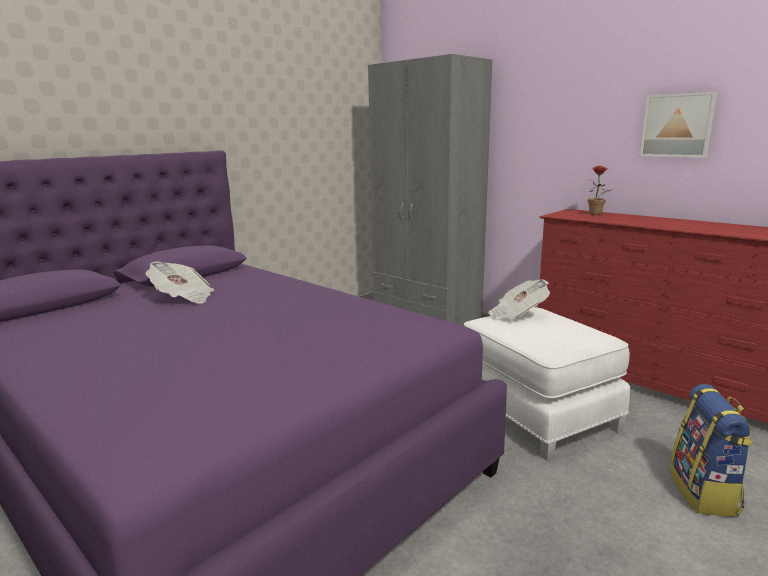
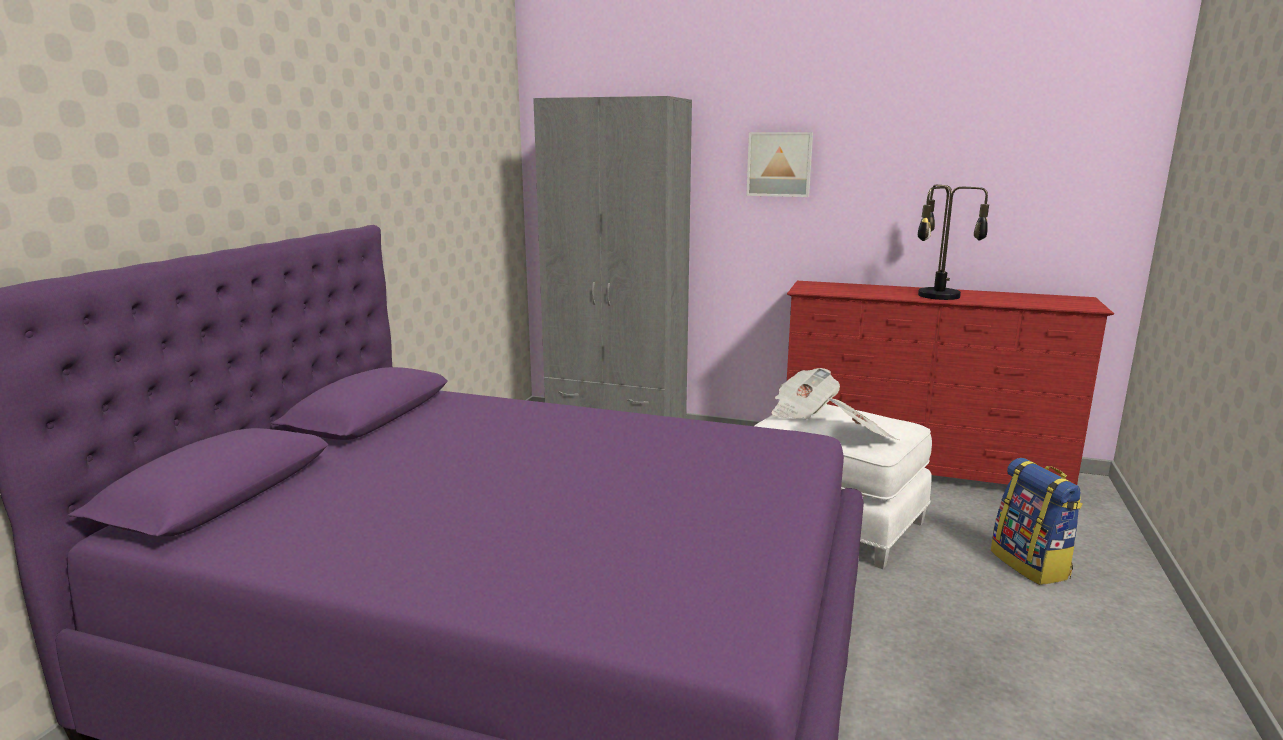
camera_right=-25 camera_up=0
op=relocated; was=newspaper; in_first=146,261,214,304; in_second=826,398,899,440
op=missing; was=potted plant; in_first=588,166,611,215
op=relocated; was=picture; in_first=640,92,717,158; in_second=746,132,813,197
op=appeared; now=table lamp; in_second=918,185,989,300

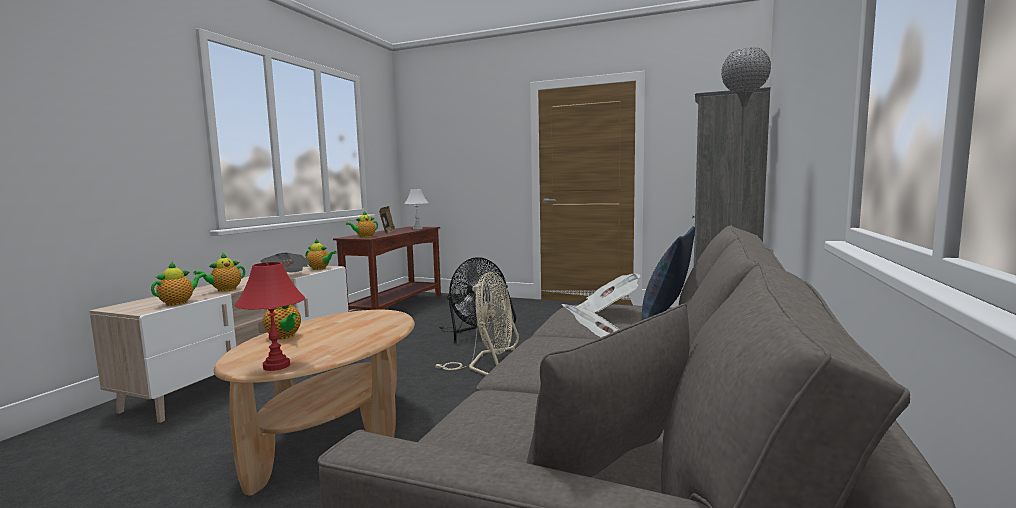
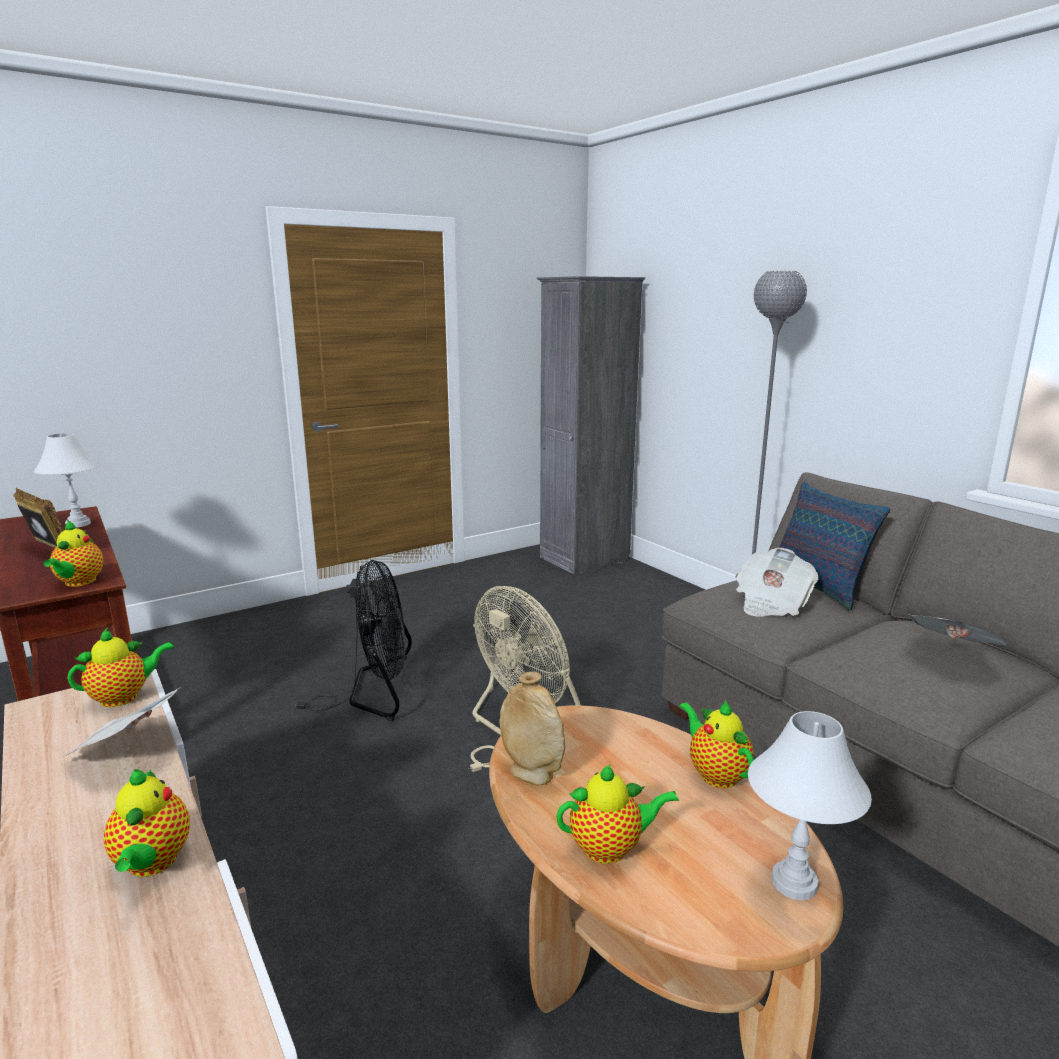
camera_right=-55 camera_up=10
op=relocated; was=teapot; in_first=151,262,206,306; in_second=679,700,754,788
op=colour; was=table lamp in red; now=table lamp in white; in_first=235,262,305,371; in_second=748,711,872,900
op=appeared; now=vase in beige; in_second=499,671,565,785

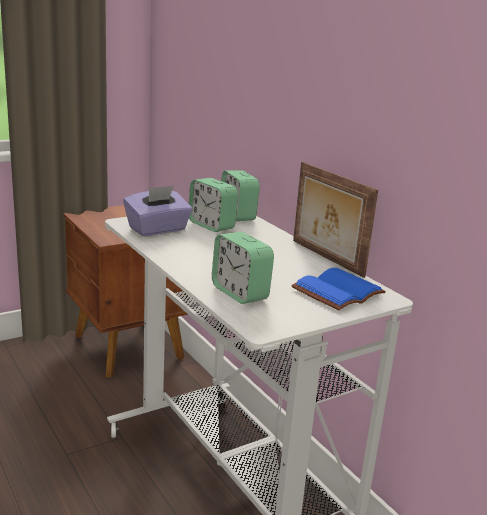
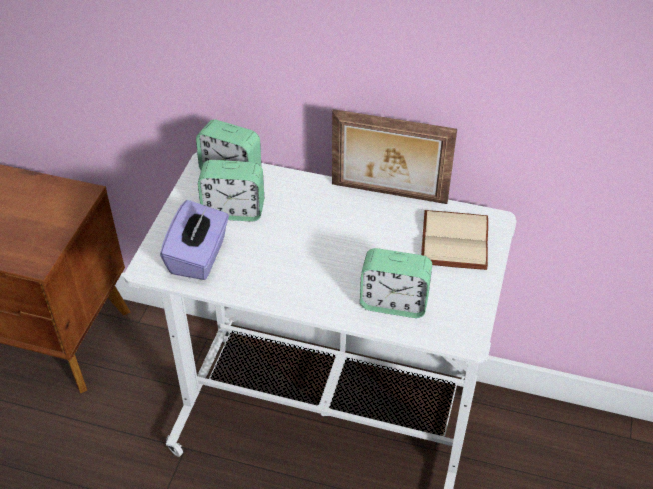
camera_right=-40 camera_up=25
op=colour; was=book in blue; now=book in beige; in_first=291,268,386,310; in_second=421,210,488,270

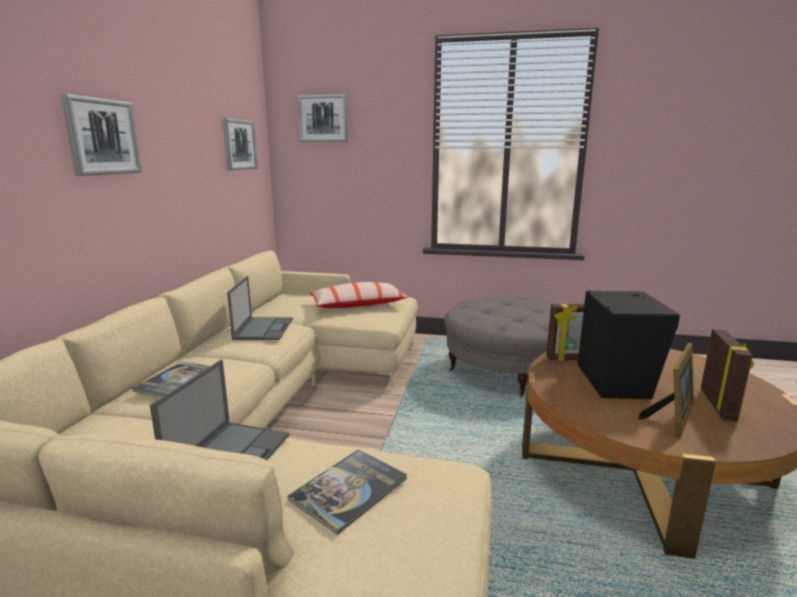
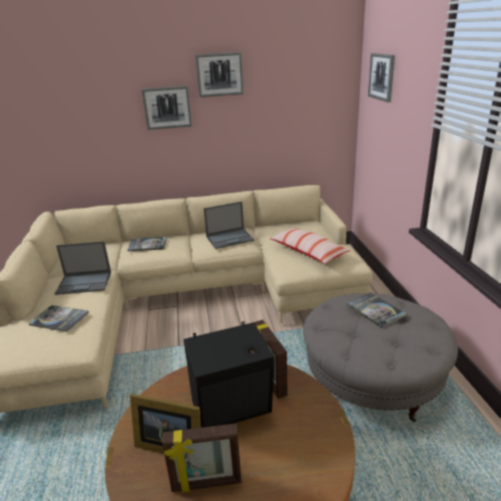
camera_right=70 camera_up=10
op=relocated; was=picture; in_first=222,118,258,171; in_second=195,52,244,97
op=appeared; now=book; in_second=347,292,407,328

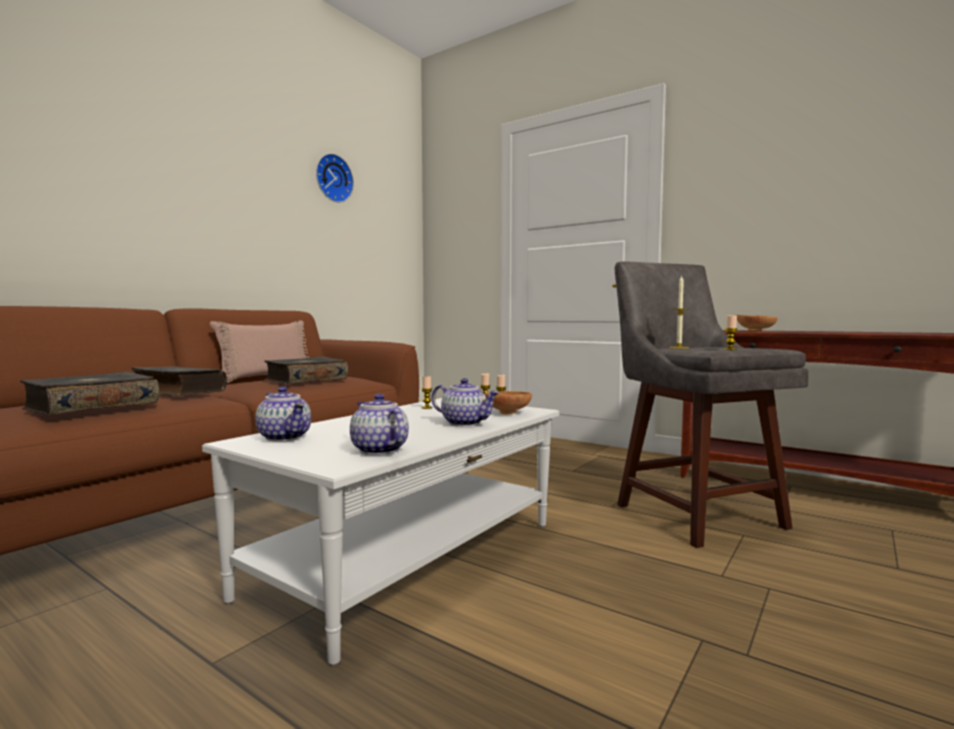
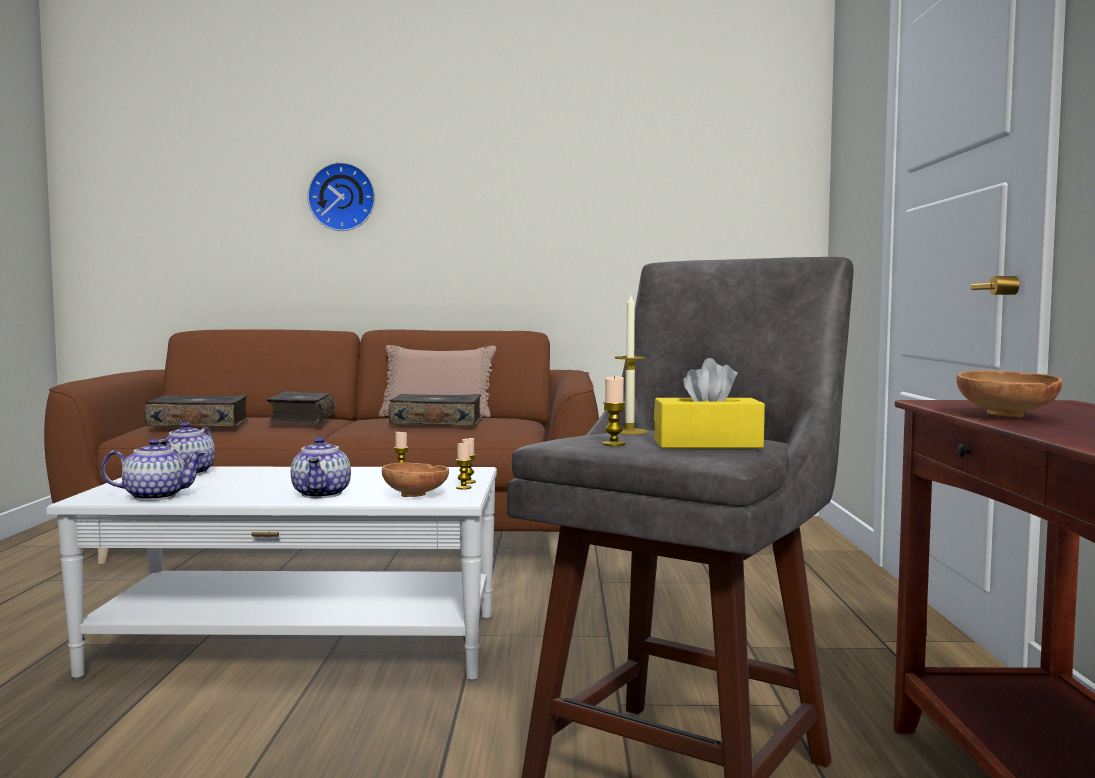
camera_right=55 camera_up=0
op=relocated; was=wall clock; in_first=316,153,354,203; in_second=307,162,375,231
op=spun; was=teapot; in_first=350,394,409,455; in_second=101,439,206,501; clockwise=60
op=appeared; now=tissue box in yellow; in_second=654,358,765,448

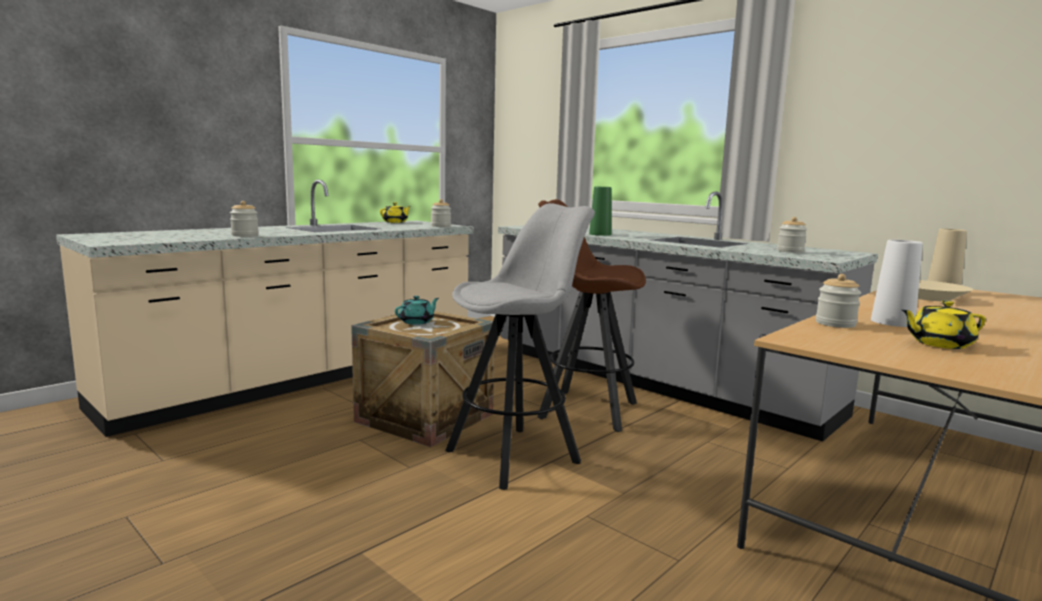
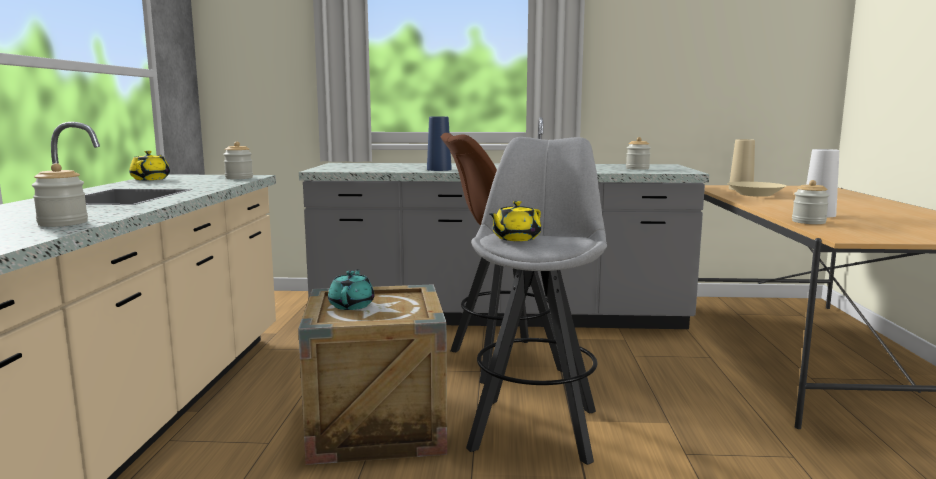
camera_right=-40 camera_up=0
op=colour; was=vase in green; now=vase in blue; in_first=589,187,612,236; in_second=427,116,452,171
op=relocated; was=teapot in yellow; in_first=901,301,986,349; in_second=490,201,541,241

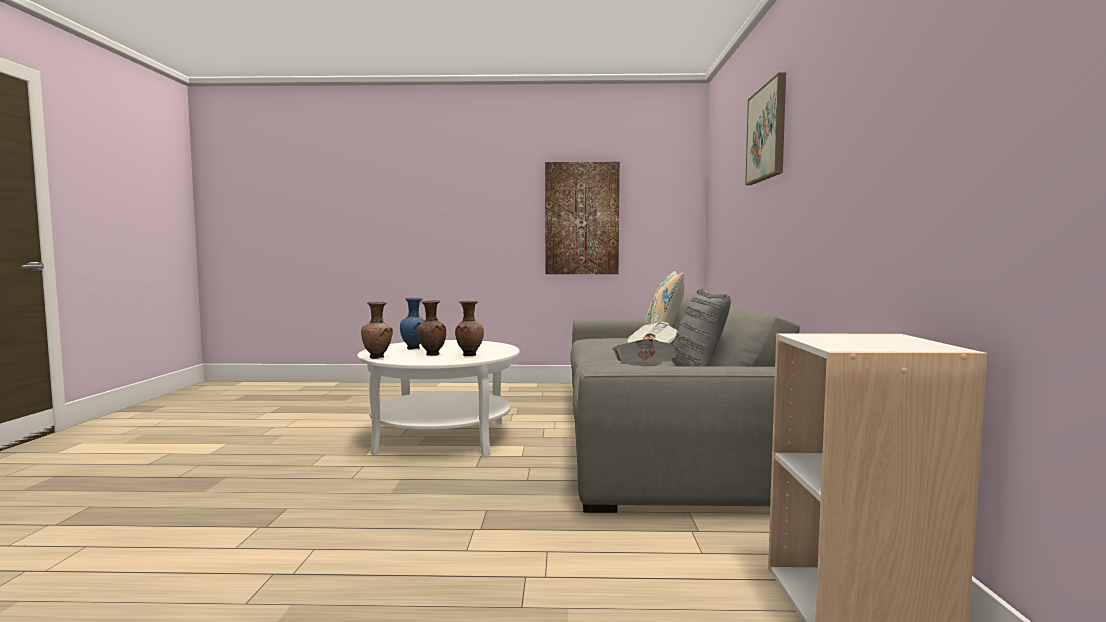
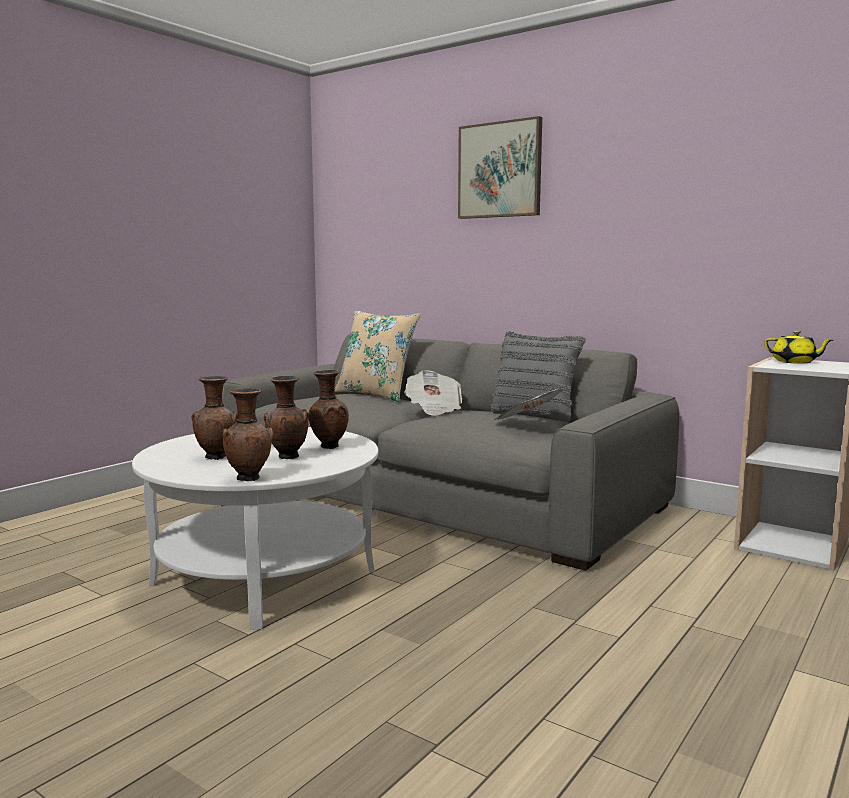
camera_right=-55 camera_up=5
op=colour; was=vase in blue; now=vase in brown; in_first=400,298,424,350; in_second=191,376,238,460
op=missing; was=picture; in_first=545,162,620,274
op=appeared; now=teapot in yellow; in_second=764,331,833,364

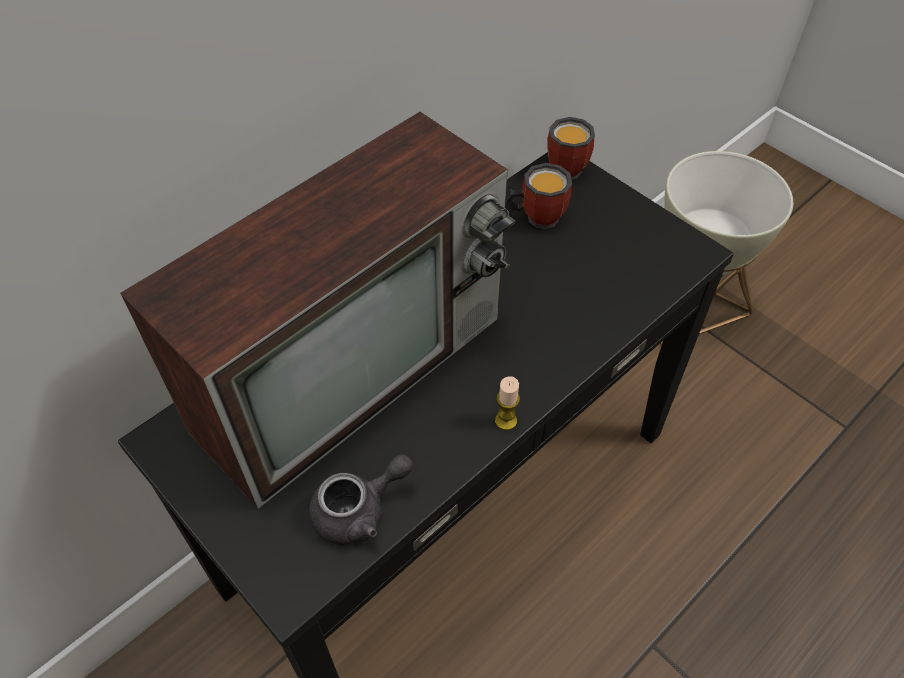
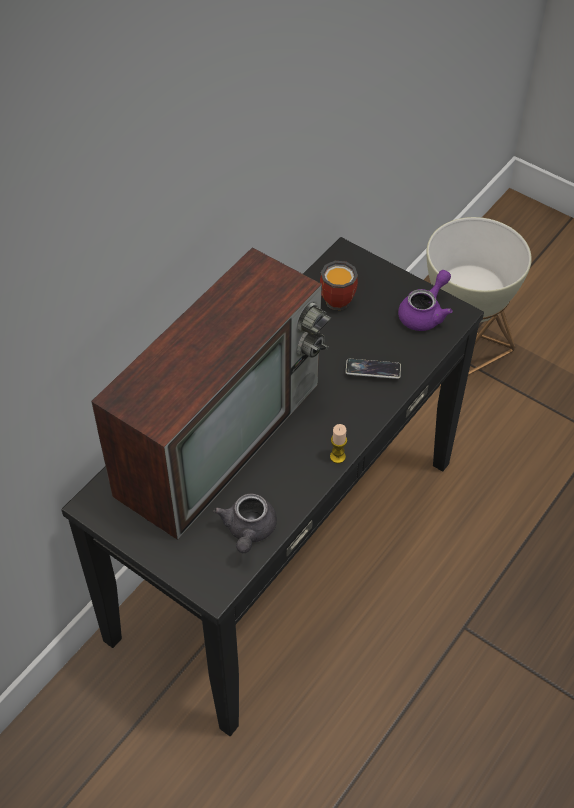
camera_right=-10 camera_up=0
op=spun; was=teapot in grey; in_first=309,454,413,545; in_second=213,494,277,553; clockwise=135
op=missing; was=mug; in_first=547,117,595,180
op=appeared; now=phone; in_second=346,359,401,379
op=appeared; now=teapot in purple; in_second=398,270,453,331

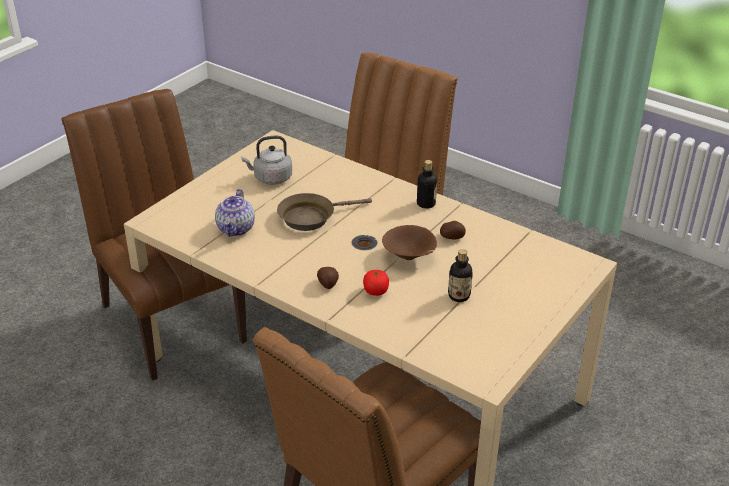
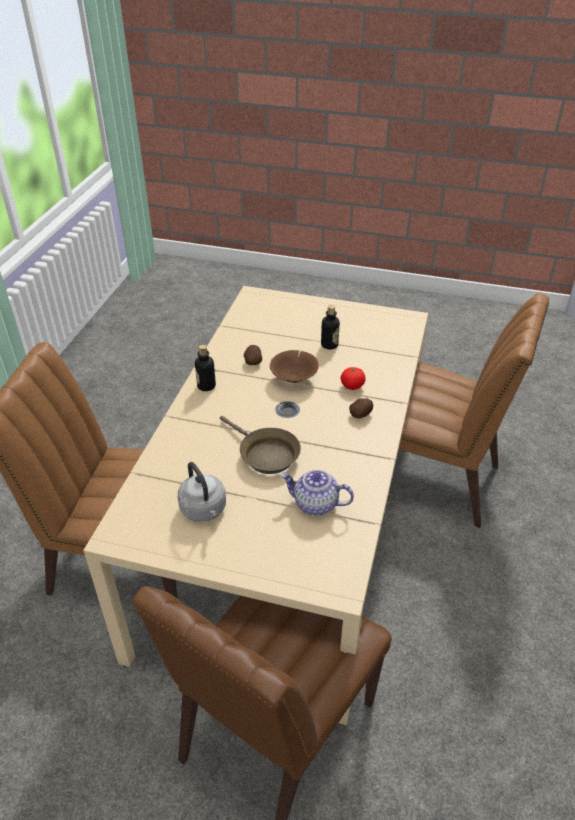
camera_right=-110 camera_up=5
op=spun; was=teapot; in_first=215,189,255,237; in_second=281,470,354,516; clockwise=-150

